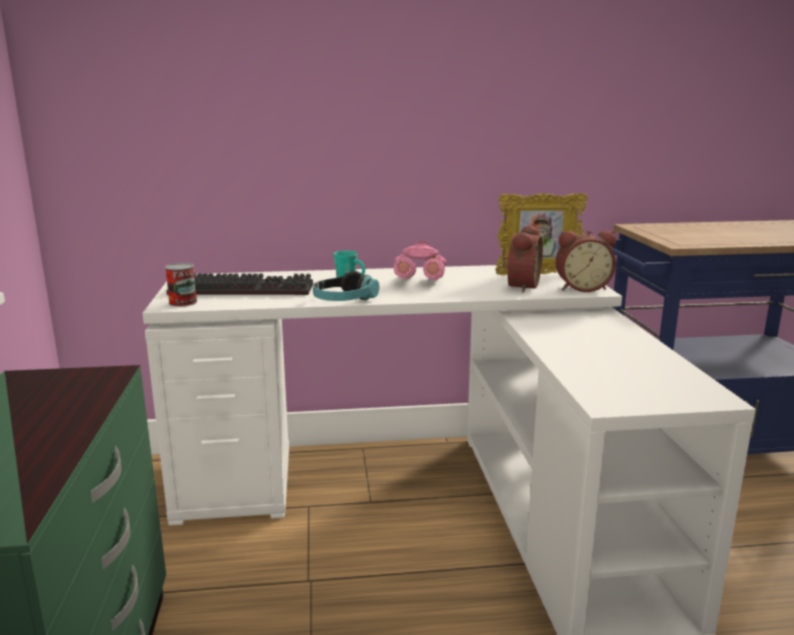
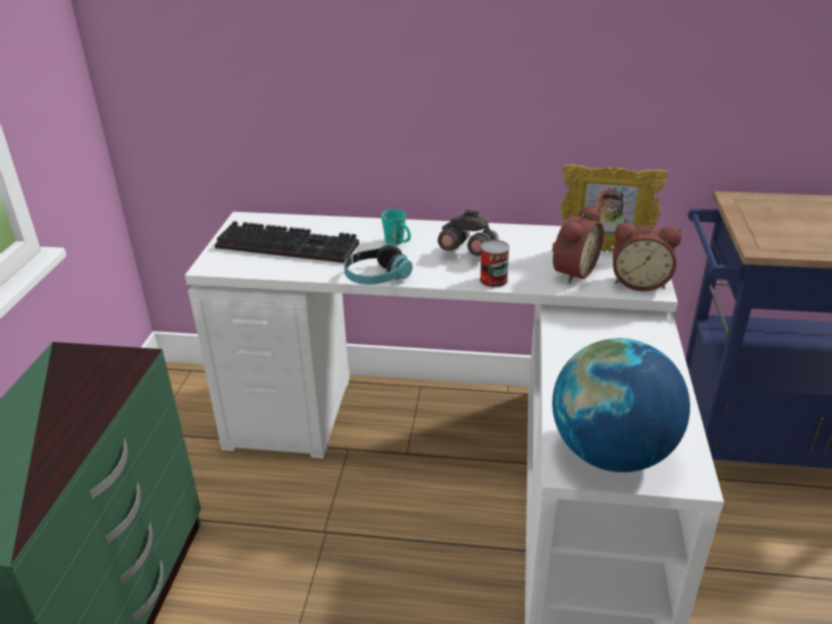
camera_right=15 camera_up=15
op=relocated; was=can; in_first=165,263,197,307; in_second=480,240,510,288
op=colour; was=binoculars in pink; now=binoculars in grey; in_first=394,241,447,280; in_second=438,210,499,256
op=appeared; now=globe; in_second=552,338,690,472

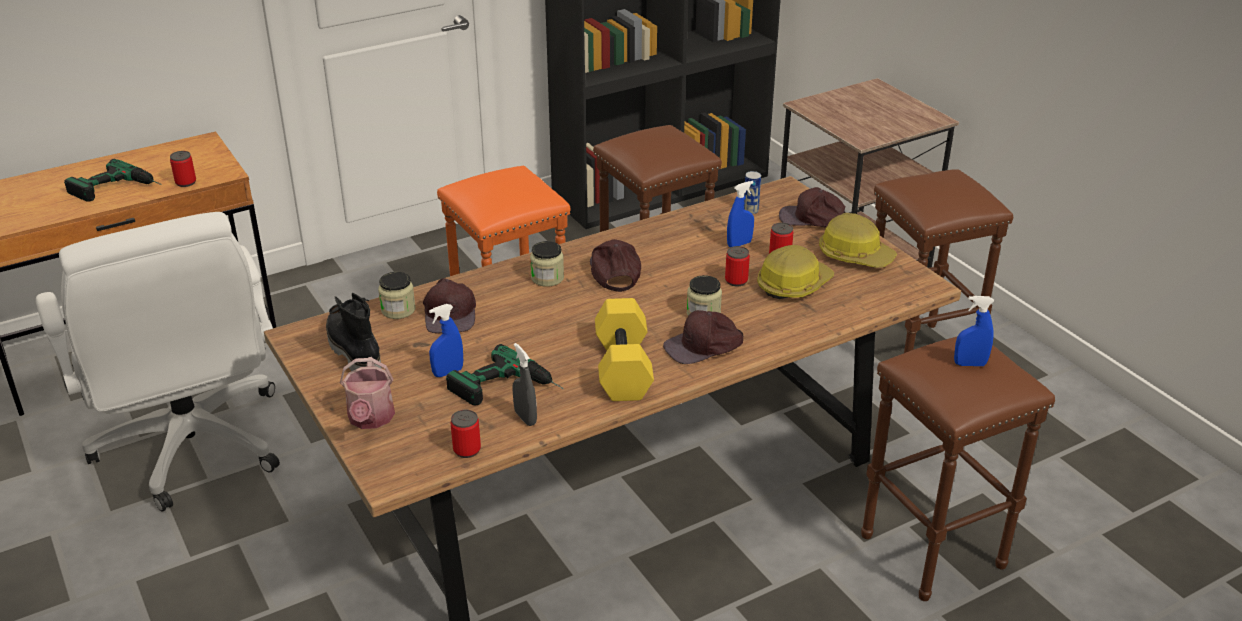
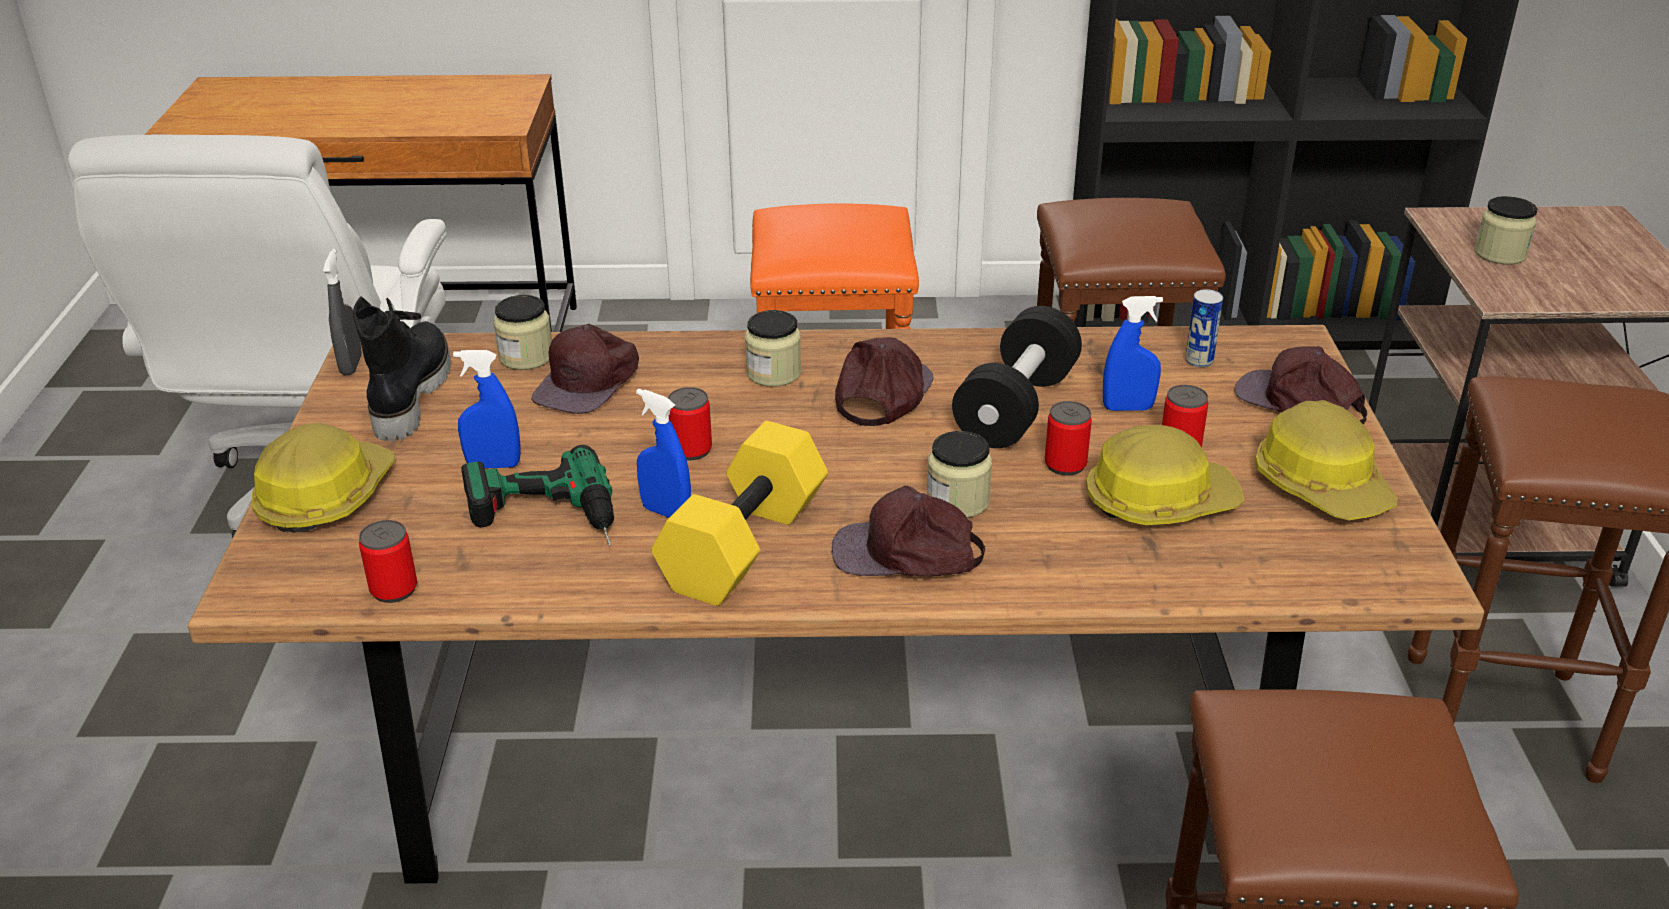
camera_right=30 camera_up=0
op=missing; was=power drill; in_first=64,159,162,202
op=relocated; was=can; in_first=170,151,196,187; in_second=668,387,712,461
op=exchanged; was=watering can; now=hard hat; in_first=340,357,395,429; in_second=252,423,395,533
op=relocated; was=spray bottle in grey; in_first=512,343,537,426; in_second=323,249,362,375
op=relocated; was=spray bottle in blue; in_first=954,296,994,366; in_second=636,388,691,518
op=appeared; now=dumbbell in black; in_second=952,306,1082,448
op=appeared; now=jar; in_second=1474,196,1537,265

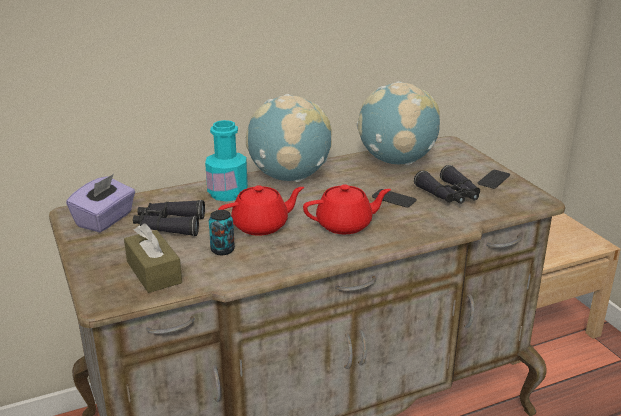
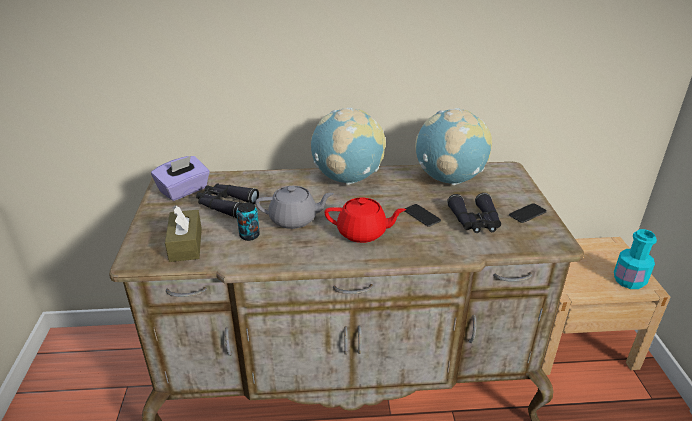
camera_right=20 camera_up=5
op=relocated; was=bottle in turquoise; in_first=205,120,248,202; in_second=614,229,657,289
op=colour; was=teapot in red; now=teapot in grey; in_first=218,185,304,235; in_second=255,186,334,229

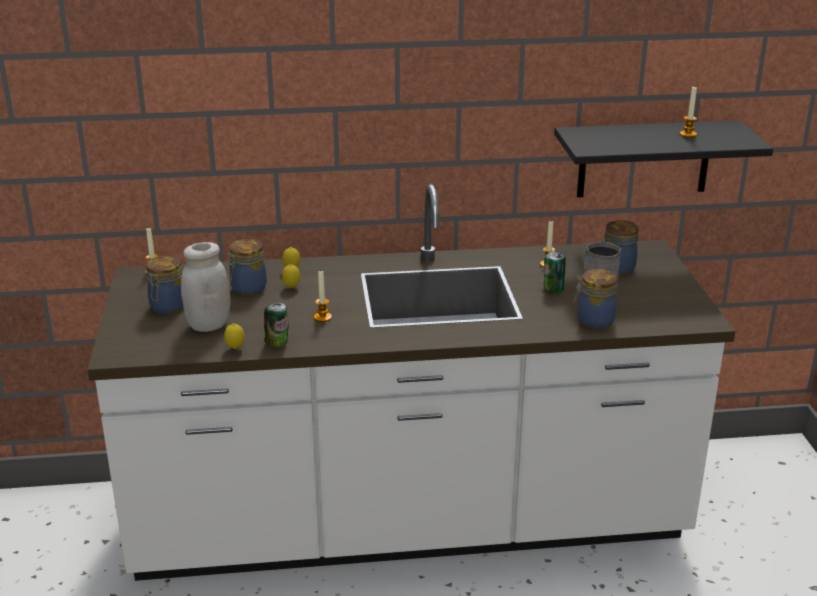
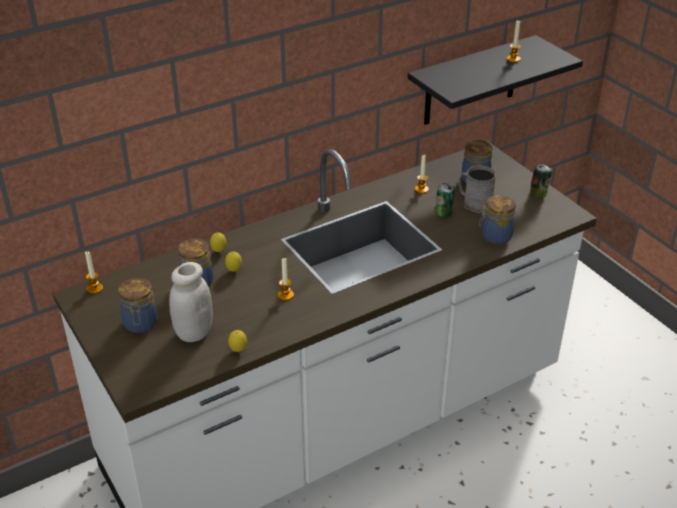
camera_right=-25 camera_up=10
op=relocated; was=can; in_first=264,302,289,348; in_second=530,164,552,199

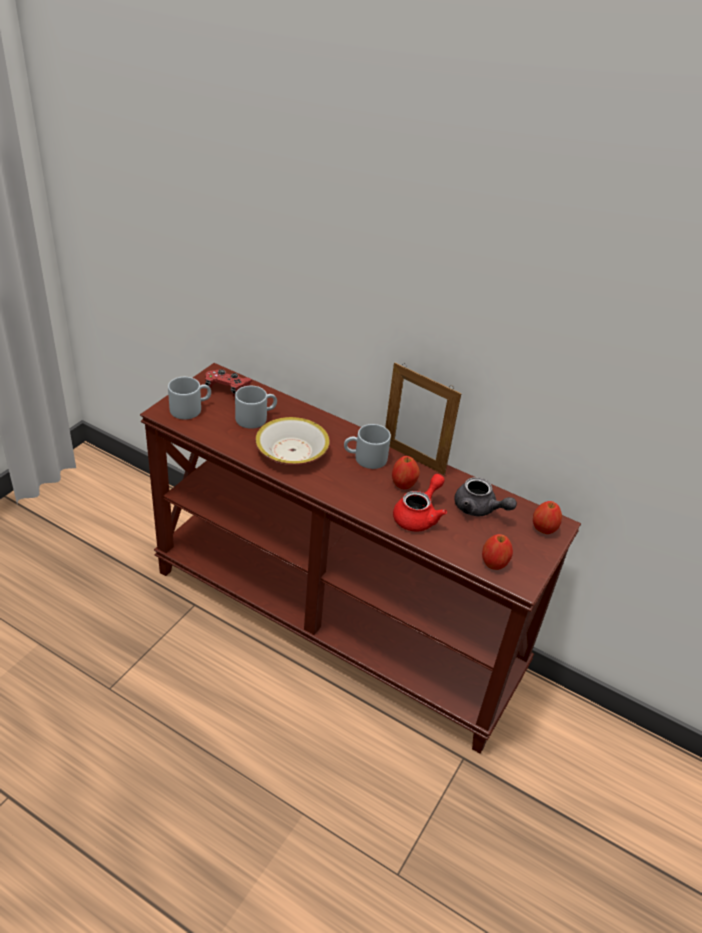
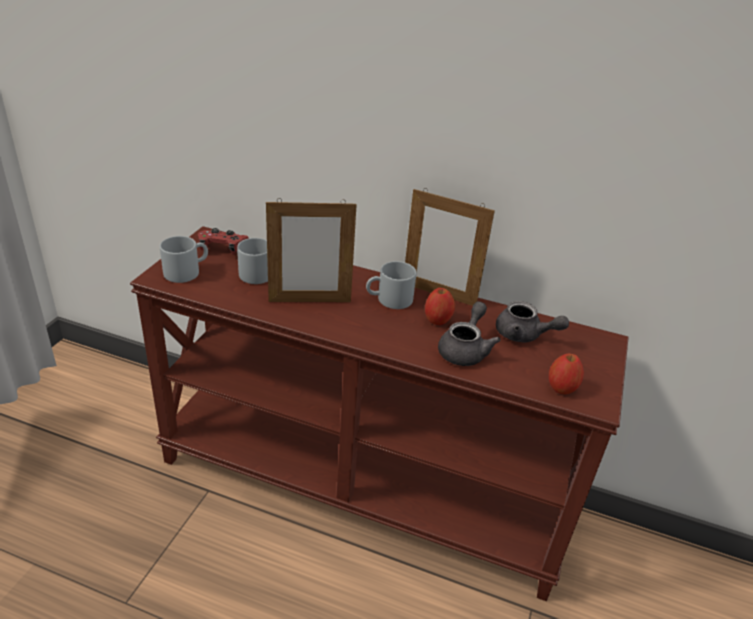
camera_right=-10 camera_up=-5
op=exchanged; was=bowl; now=picture frame; in_first=255,417,330,465; in_second=266,198,357,302
op=colour; was=teapot in red; now=teapot in grey; in_first=393,474,447,532; in_second=438,301,501,366
op=missing; was=apple; in_first=533,501,562,534

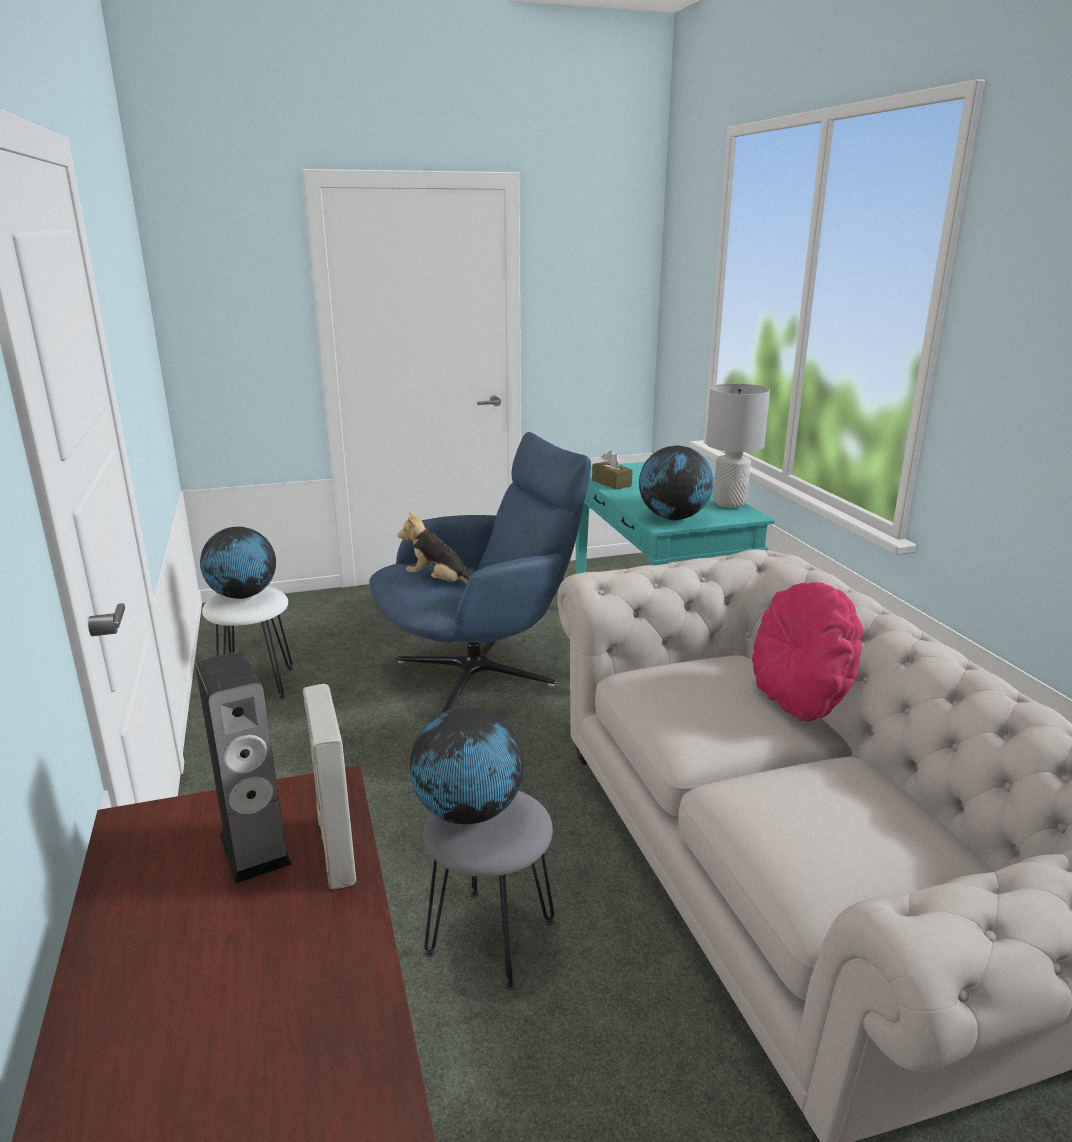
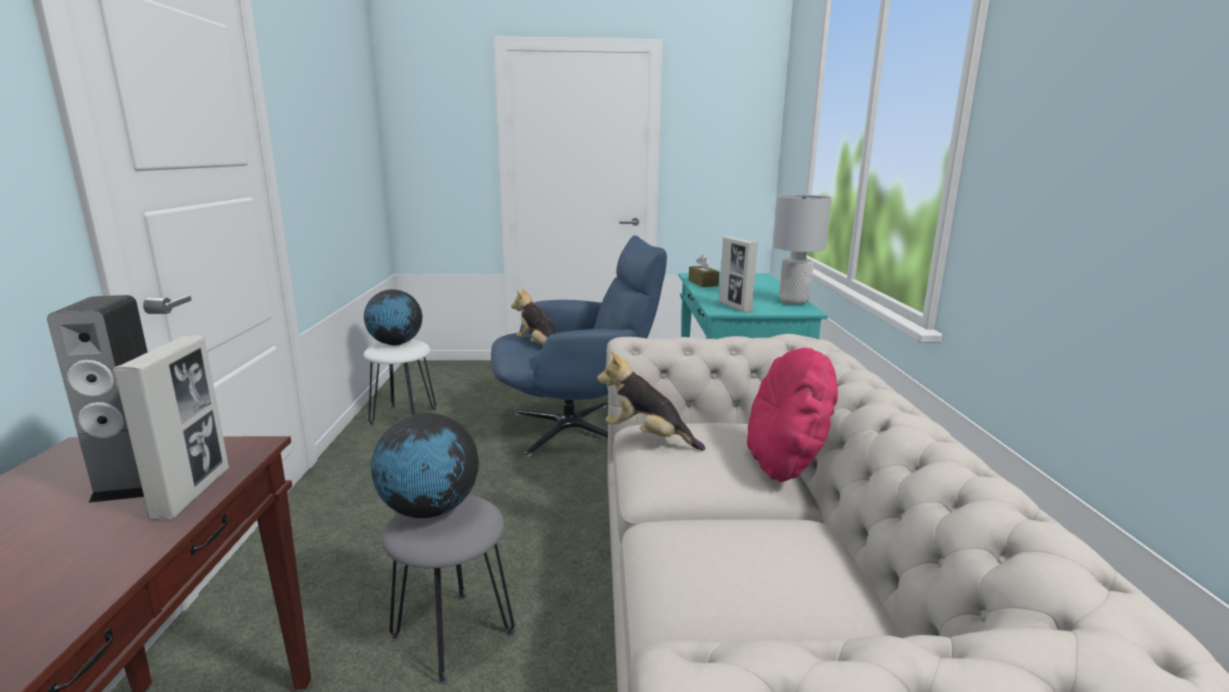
camera_right=15 camera_up=-5
op=exchanged; was=globe; now=picture frame; in_first=639,446,713,520; in_second=719,236,758,312
op=appeared; now=plush toy; in_second=597,351,705,451

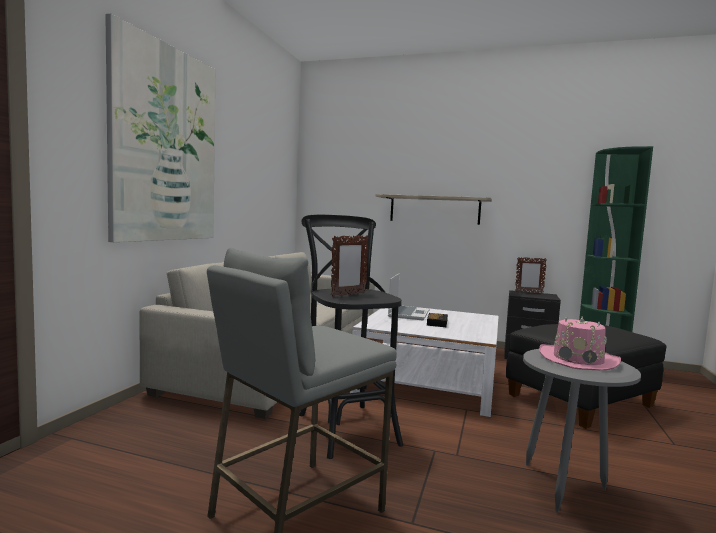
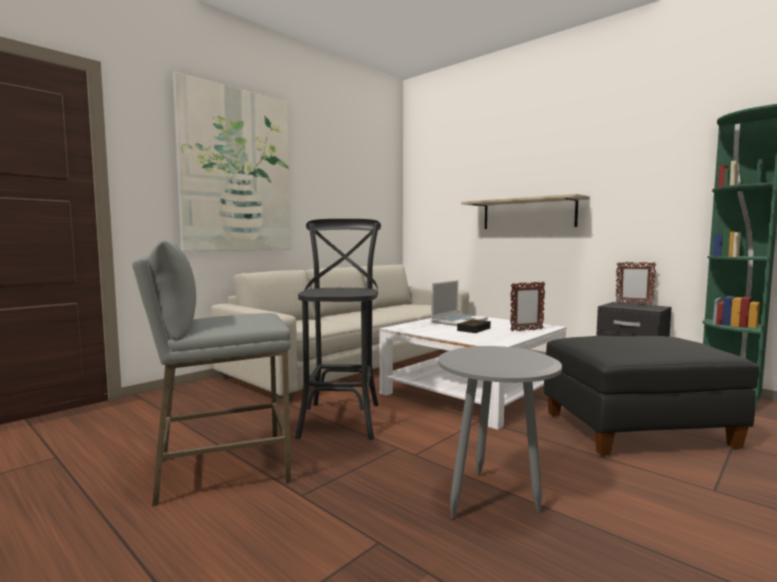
camera_right=25 camera_up=0
op=relocated; was=picture frame; in_first=331,235,369,297; in_second=510,281,545,332
op=missing; was=hat in pink; in_first=539,315,621,371

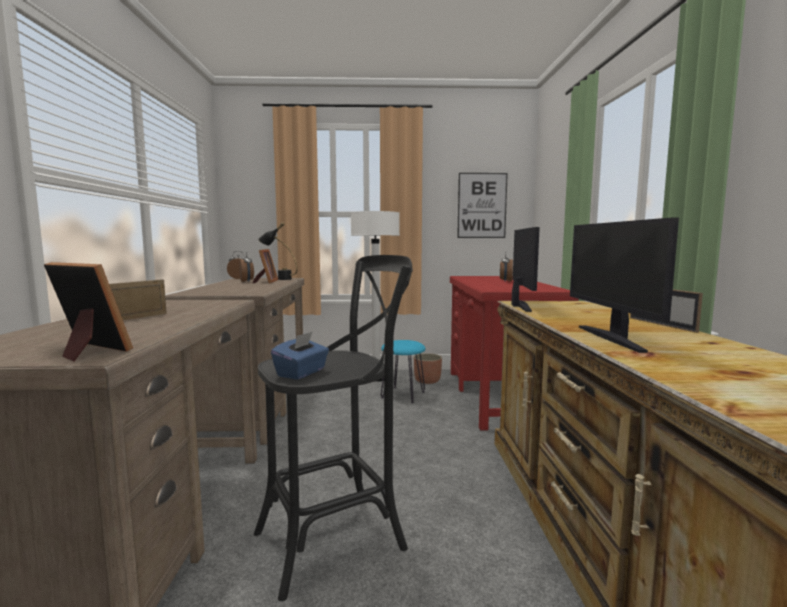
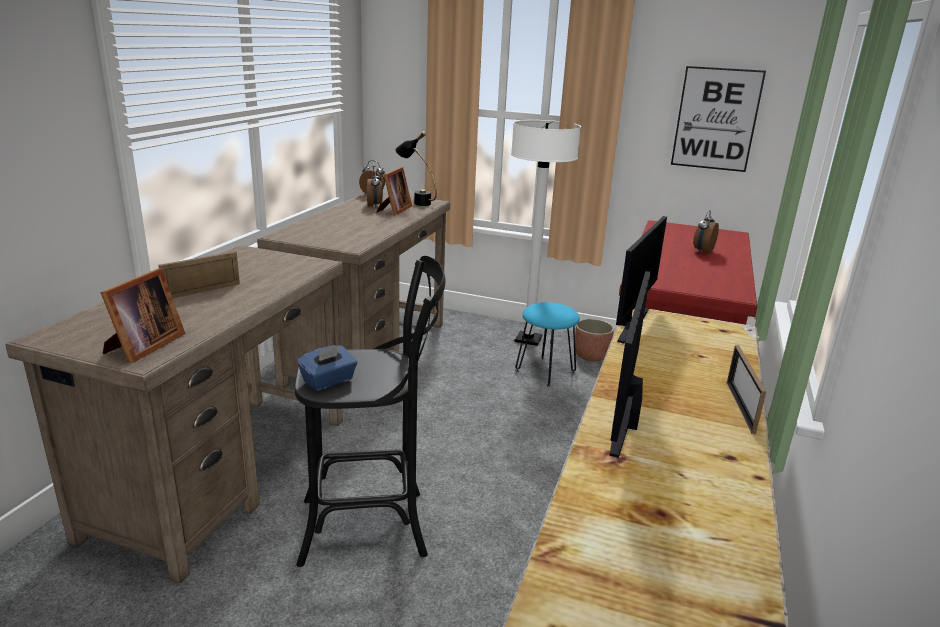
camera_right=20 camera_up=15
op=spun; was=picture frame; in_first=44,262,133,361; in_second=100,268,185,363; clockwise=60

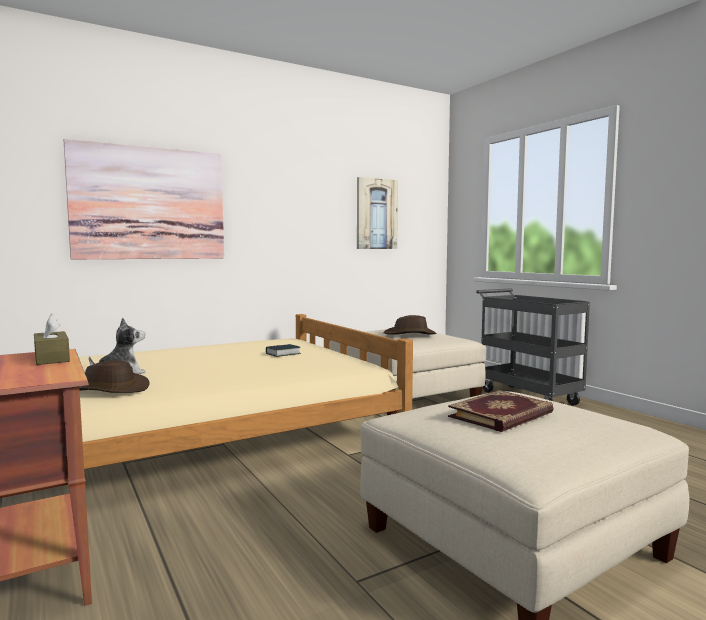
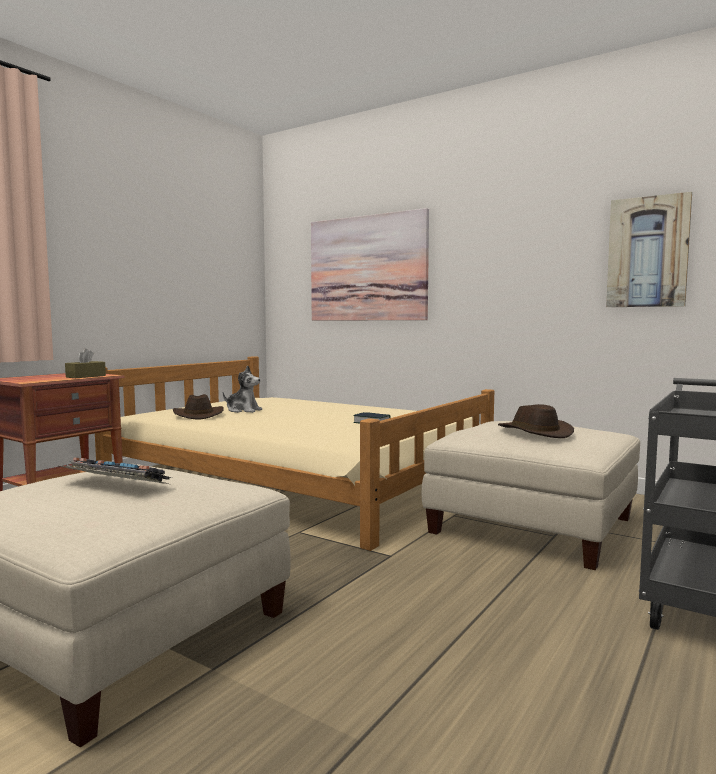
camera_right=65 camera_up=0
op=exchanged; was=book; now=keyboard; in_first=448,390,554,432; in_second=60,457,172,484

